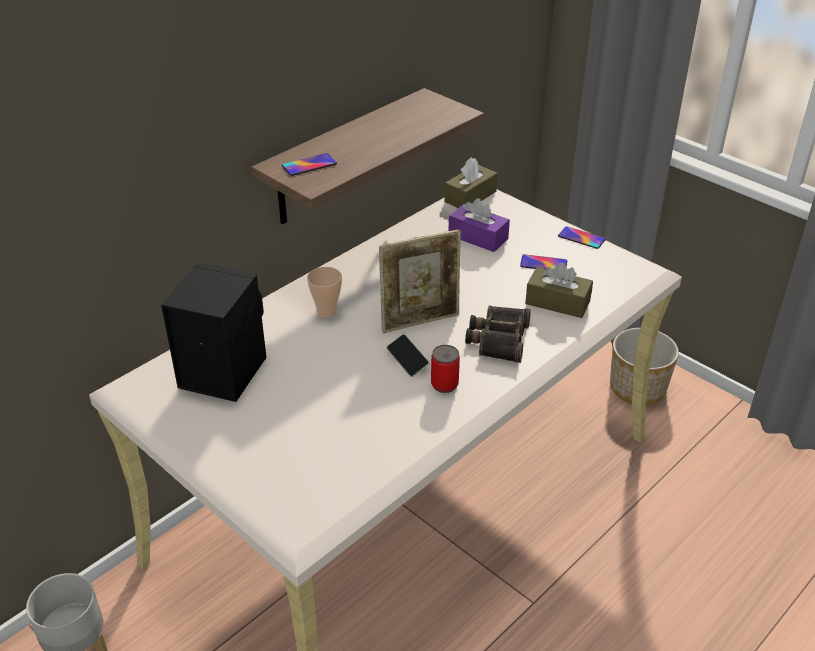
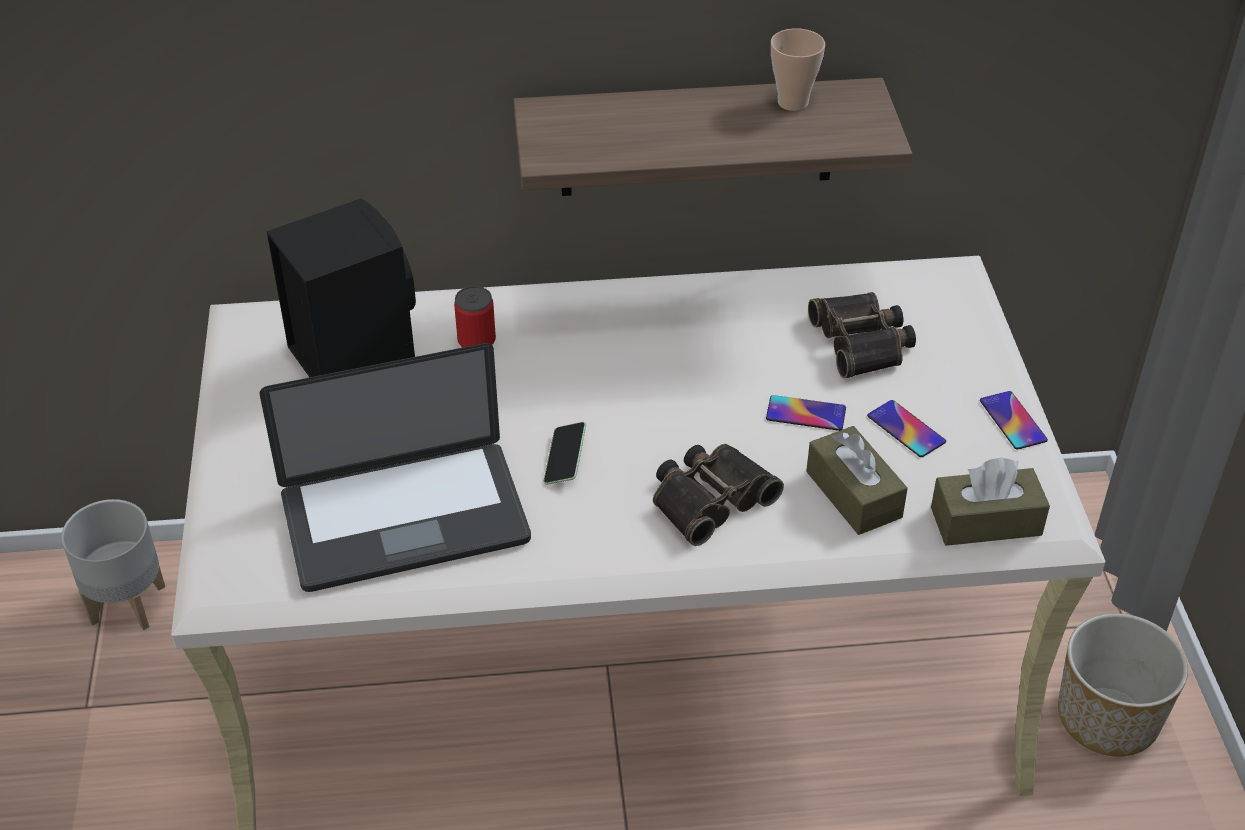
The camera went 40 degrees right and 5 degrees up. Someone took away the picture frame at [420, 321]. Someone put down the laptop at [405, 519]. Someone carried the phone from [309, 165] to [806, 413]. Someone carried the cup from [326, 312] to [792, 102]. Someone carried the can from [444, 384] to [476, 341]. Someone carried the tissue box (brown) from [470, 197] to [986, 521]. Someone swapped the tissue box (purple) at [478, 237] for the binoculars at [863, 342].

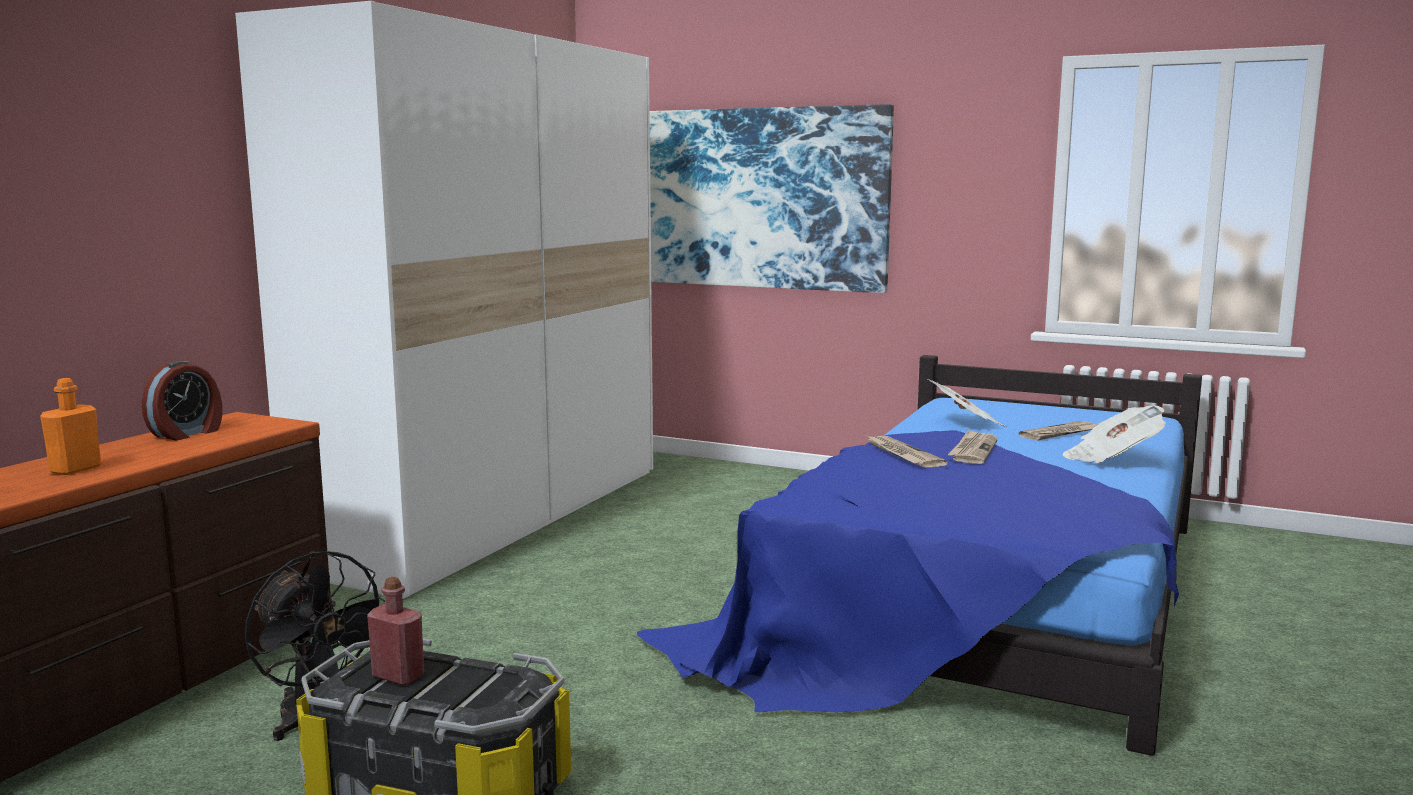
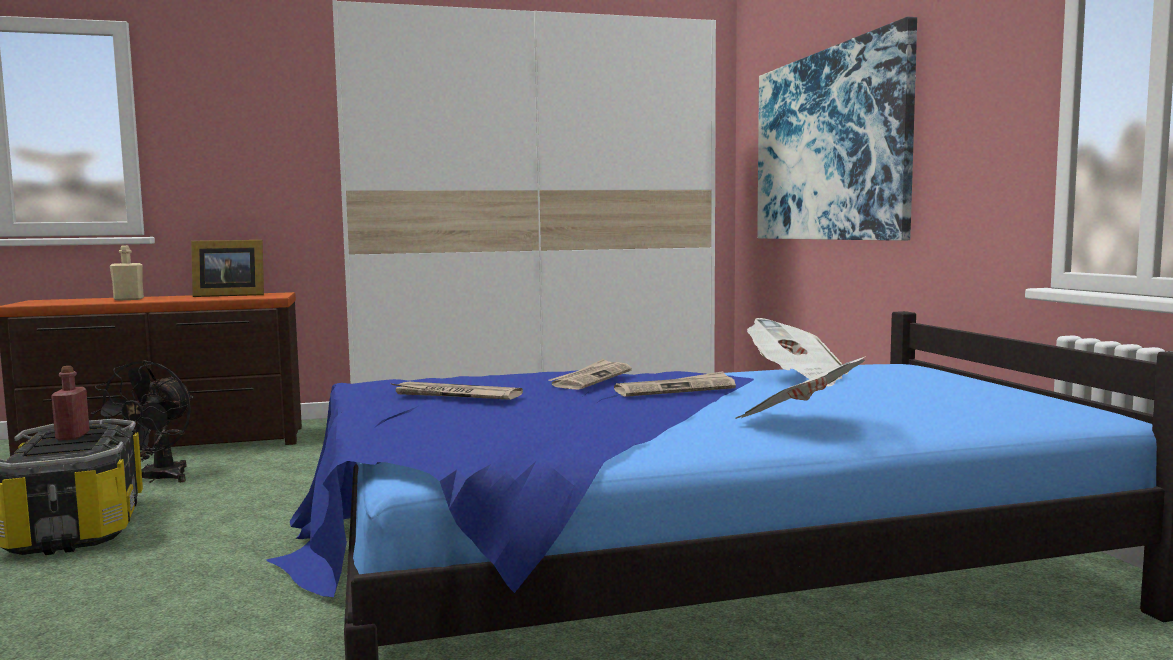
The camera went 50 degrees right and 5 degrees down. Someone carried the newspaper from [1060, 433] to [455, 395]. Someone swapped the alarm clock at [187, 433] for the picture frame at [228, 295]. Someone repainted the bottle (orange) at [75, 469], which became the bottle (beige) at [128, 299].

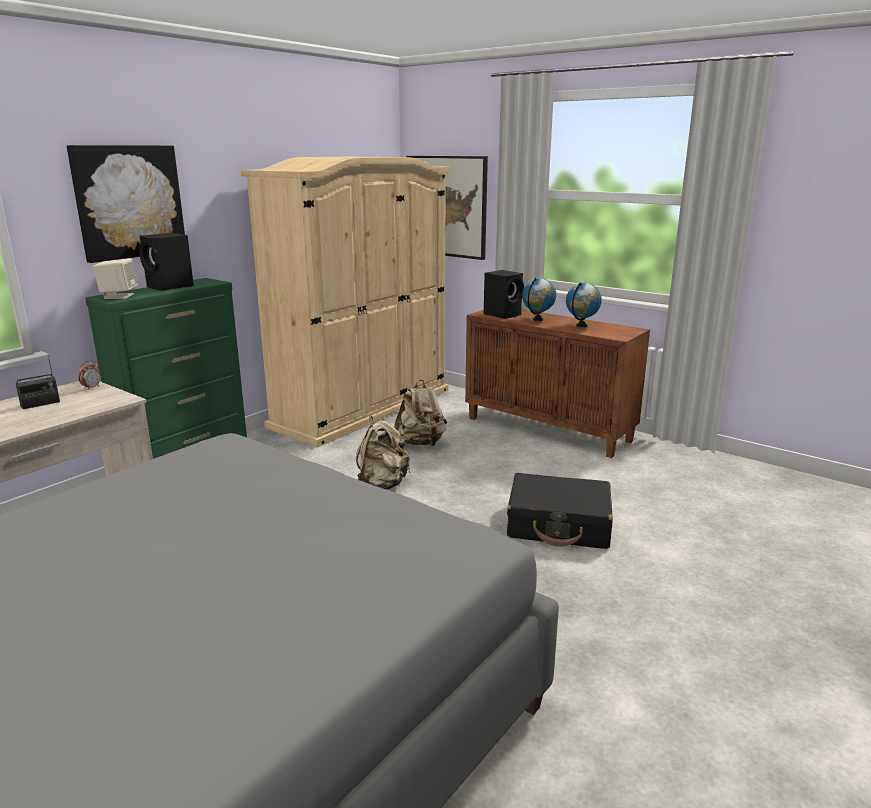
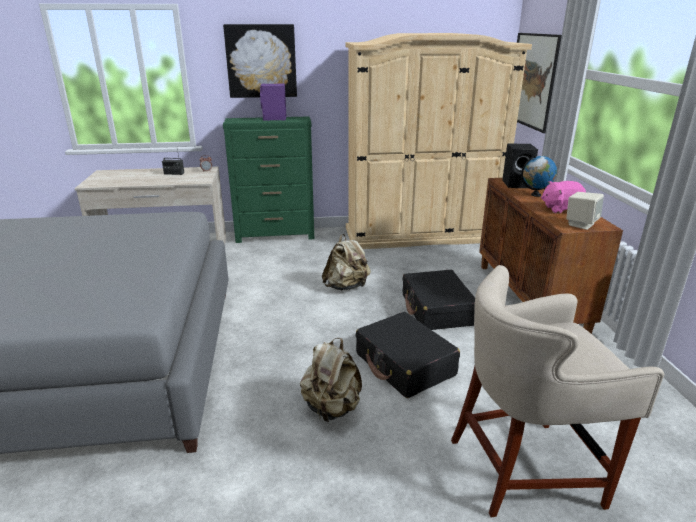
The camera went 45 degrees right and 5 degrees up. Someone put down the suitcase (black) at [437, 310]. Someone put down the stool (beige) at [525, 469]. Someone carried the speaker (beige) from [119, 296] to [580, 224]. Someone carried the backpack (beige) from [421, 443] to [332, 408]. Someone swapped the globe at [581, 325] for the plush toy (pink) at [561, 209]. Someone repainted the speaker (black) at [170, 287], which became the speaker (purple) at [274, 119].

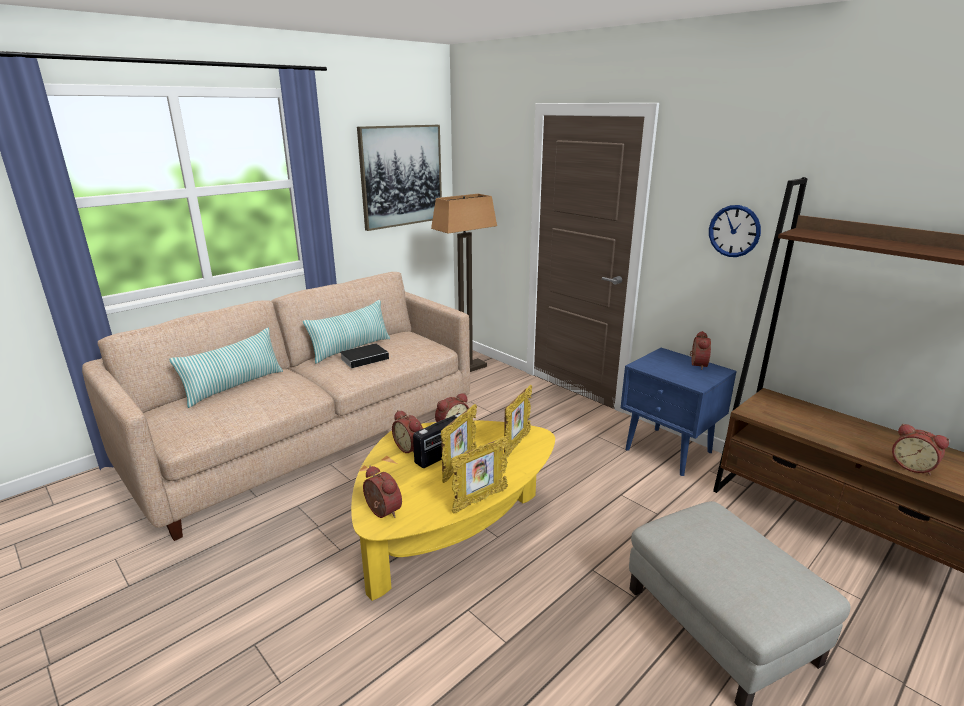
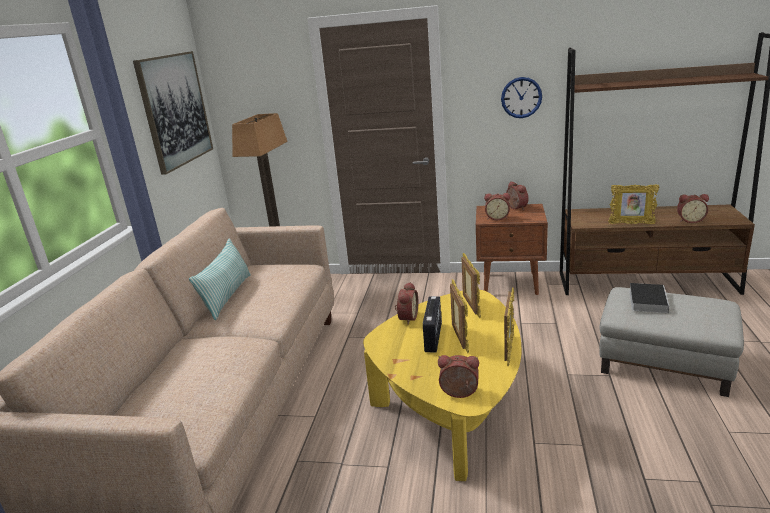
The camera went 35 degrees left and 0 degrees up. Someone took away the pillow at [234, 386]. Someone put down the picture frame at [631, 224]. Someone carried the book from [365, 358] to [647, 300]. Someone carried the alarm clock from [411, 448] to [497, 218]. Someone repainted the nightstand (blue) at [669, 451], which became the nightstand (brown) at [511, 284].

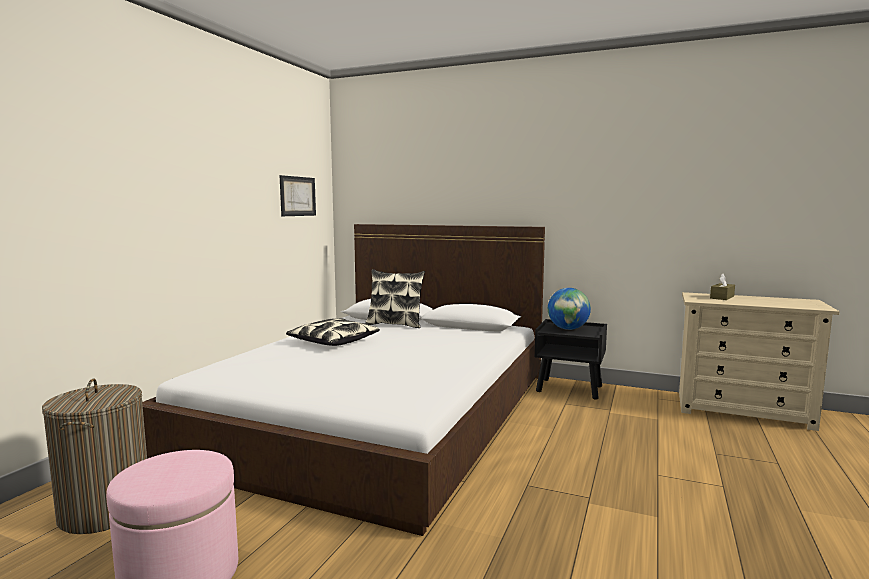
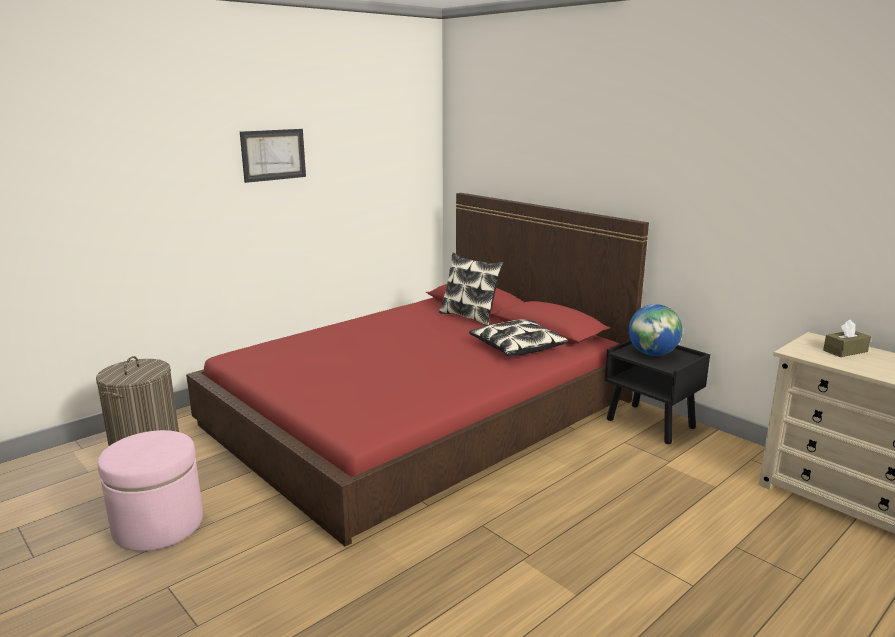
The camera went 25 degrees right and 10 degrees up. Someone carried the picture from [297, 196] to [273, 155]. Someone carried the pillow from [333, 341] to [516, 347]. Someone repainted the bed (white) at [382, 412], which became the bed (red) at [421, 412].

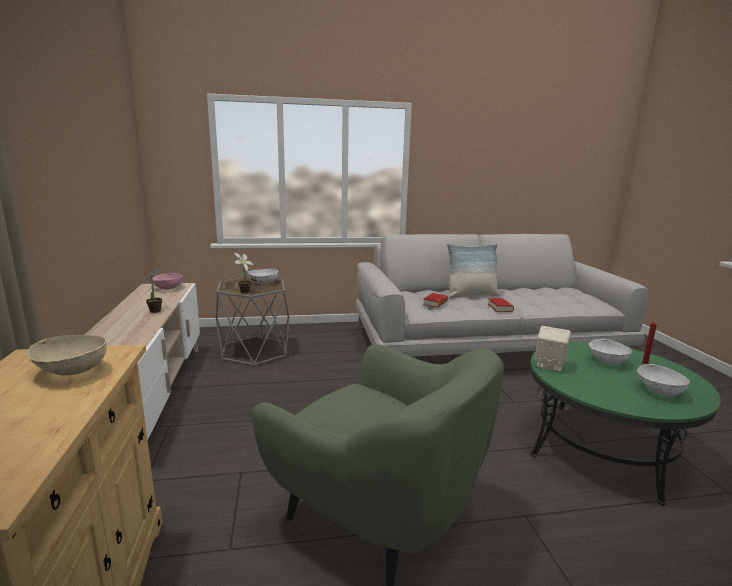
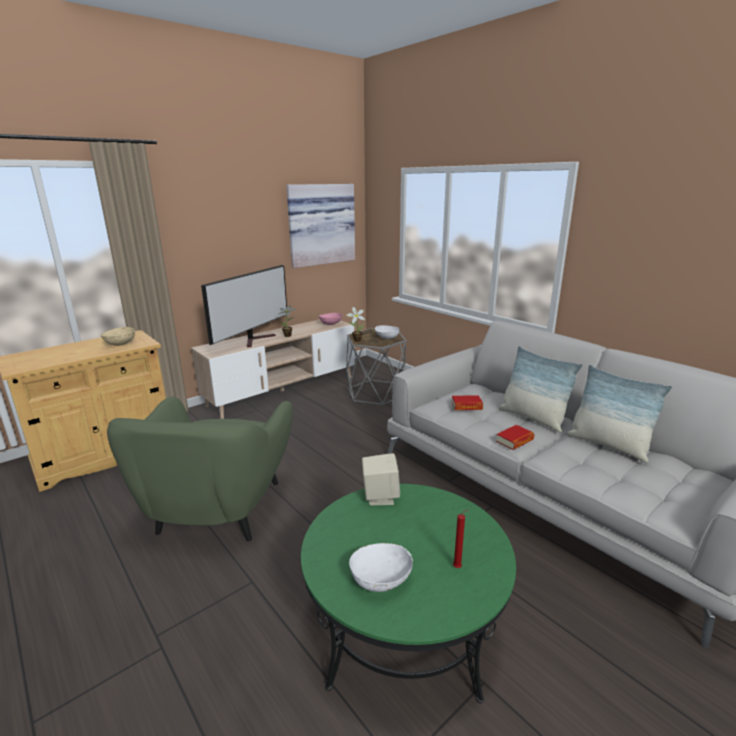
The camera went 60 degrees right and 5 degrees up. Someone took away the bowl (white) at [606, 361]. Someone put down the television at [256, 339]. Someone put up the picture at [320, 224]. Someone put down the pillow at [608, 445].

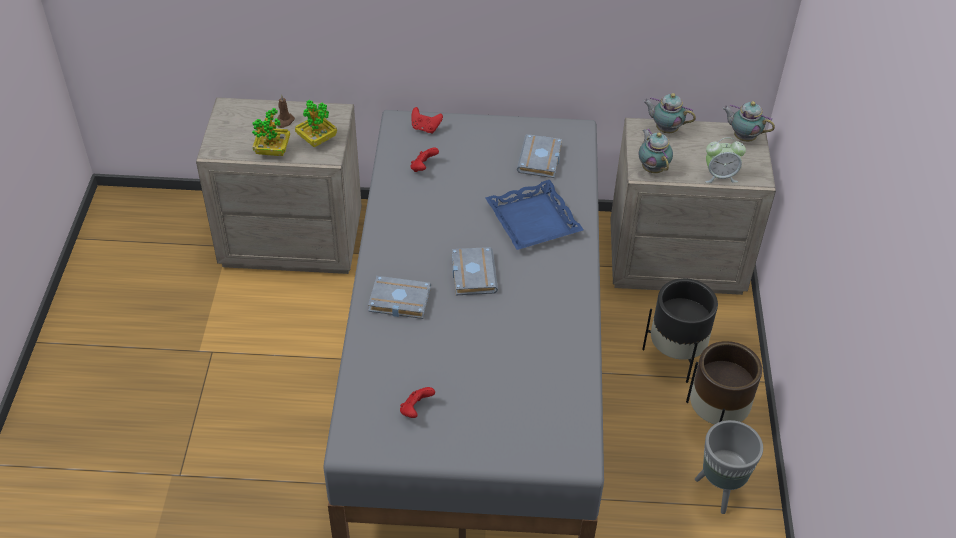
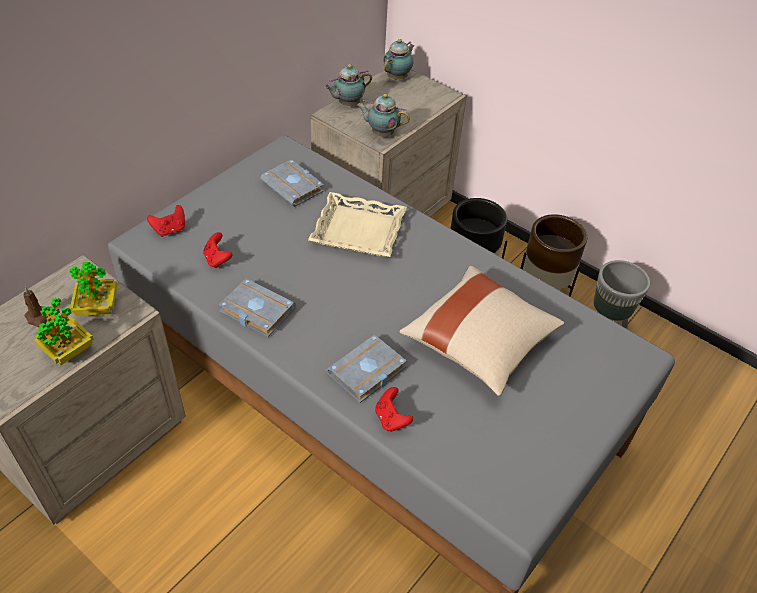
The camera went 55 degrees left and 0 degrees up. Someone took away the alarm clock at [720, 176]. Someone put down the pillow (beige) at [479, 343]. Someone carried the game controller (red) from [415, 410] to [391, 419]. Someone carried the book (grey) from [471, 274] to [255, 311]. Someone repainted the tray (blue) at [534, 221], which became the tray (beige) at [358, 230]. Someone rotated the teapot at [743, 137] by 150 degrees clockwise.

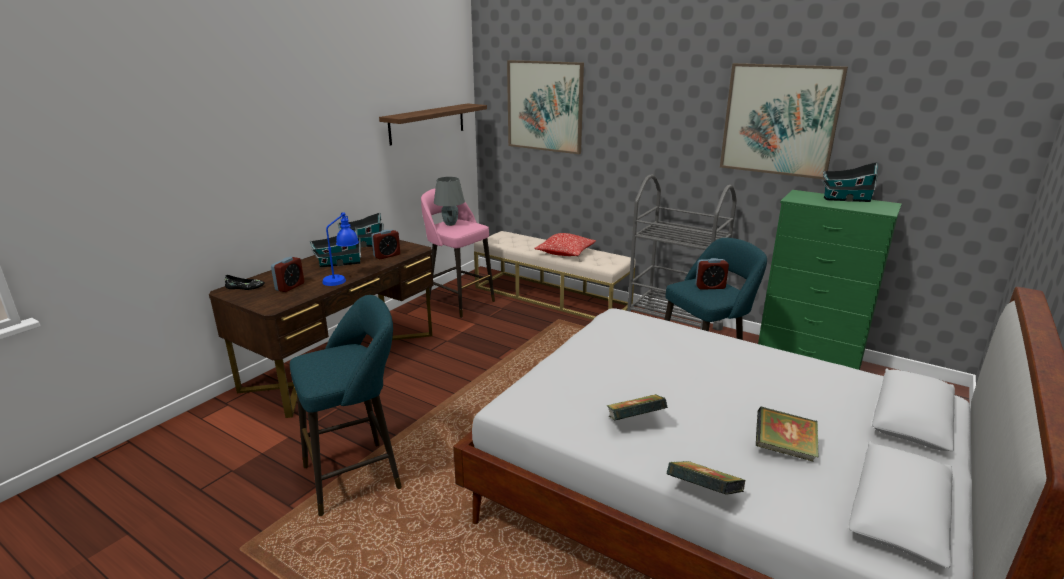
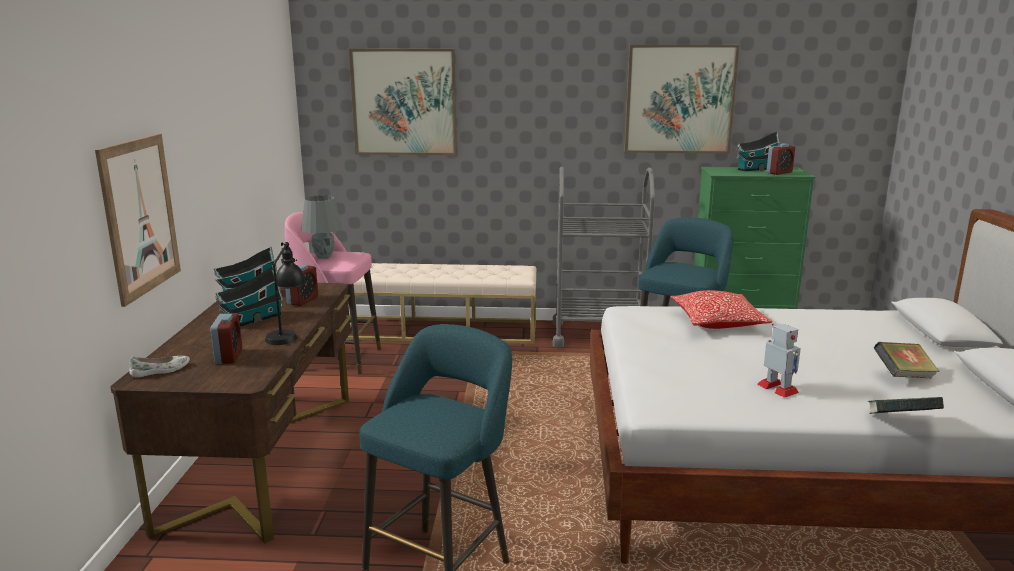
The camera went 30 degrees left and 5 degrees down. Someone took away the shelf at [427, 123]. Someone put up the picture at [140, 216]. Someone carried the pillow from [565, 253] to [717, 322]. Someone carried the alarm clock from [710, 287] to [779, 173]. Someone swapped the book at [634, 422] for the toy robot at [778, 388]. Someone repainted the shoe (black) at [245, 287], which became the shoe (white) at [161, 371]. Someone repainted the table lamp (blue) at [343, 278], which became the table lamp (black) at [287, 334].

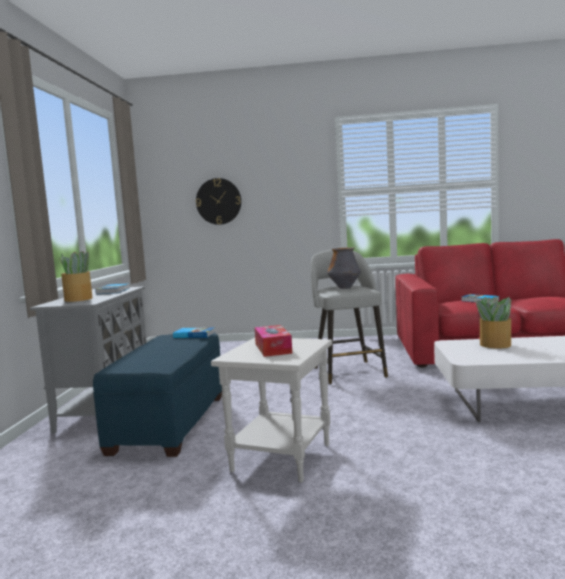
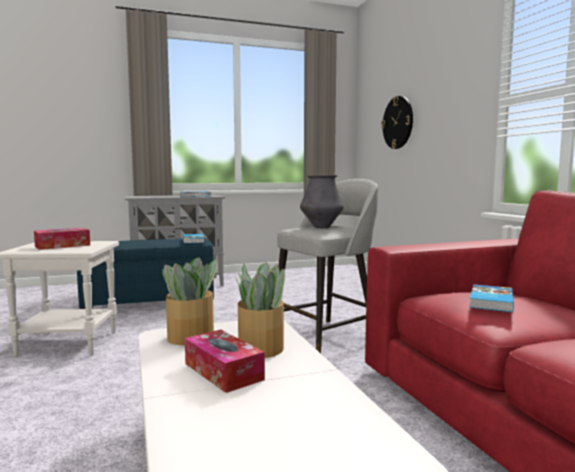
The camera went 65 degrees right and 0 degrees up. Someone put down the tissue box at [223, 371]. Someone carried the potted plant from [78, 299] to [192, 336].

